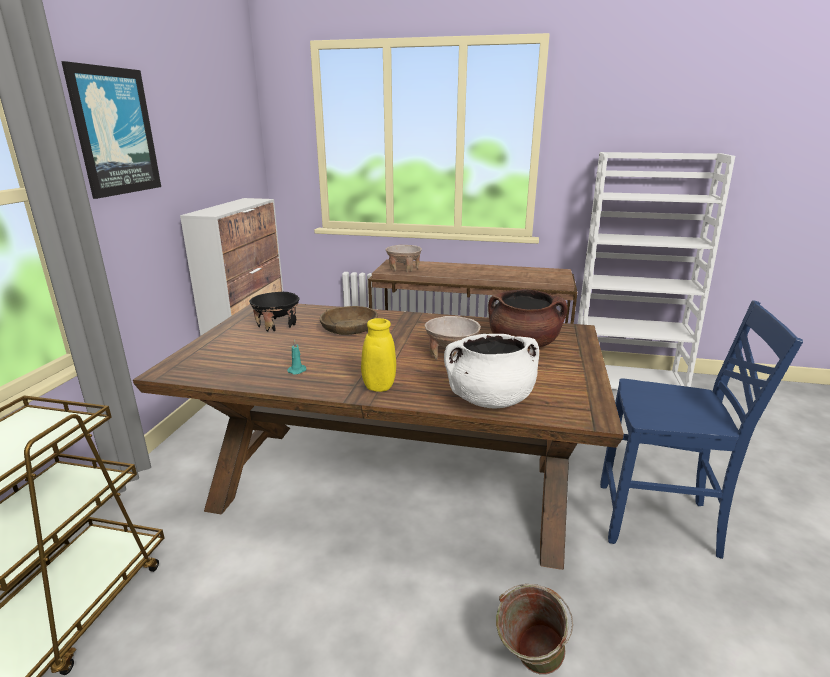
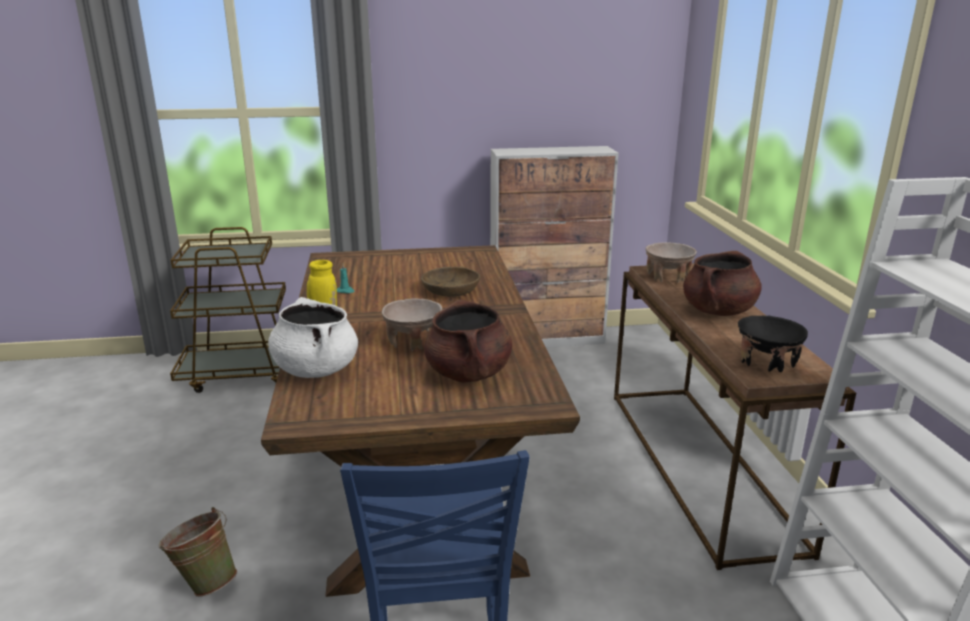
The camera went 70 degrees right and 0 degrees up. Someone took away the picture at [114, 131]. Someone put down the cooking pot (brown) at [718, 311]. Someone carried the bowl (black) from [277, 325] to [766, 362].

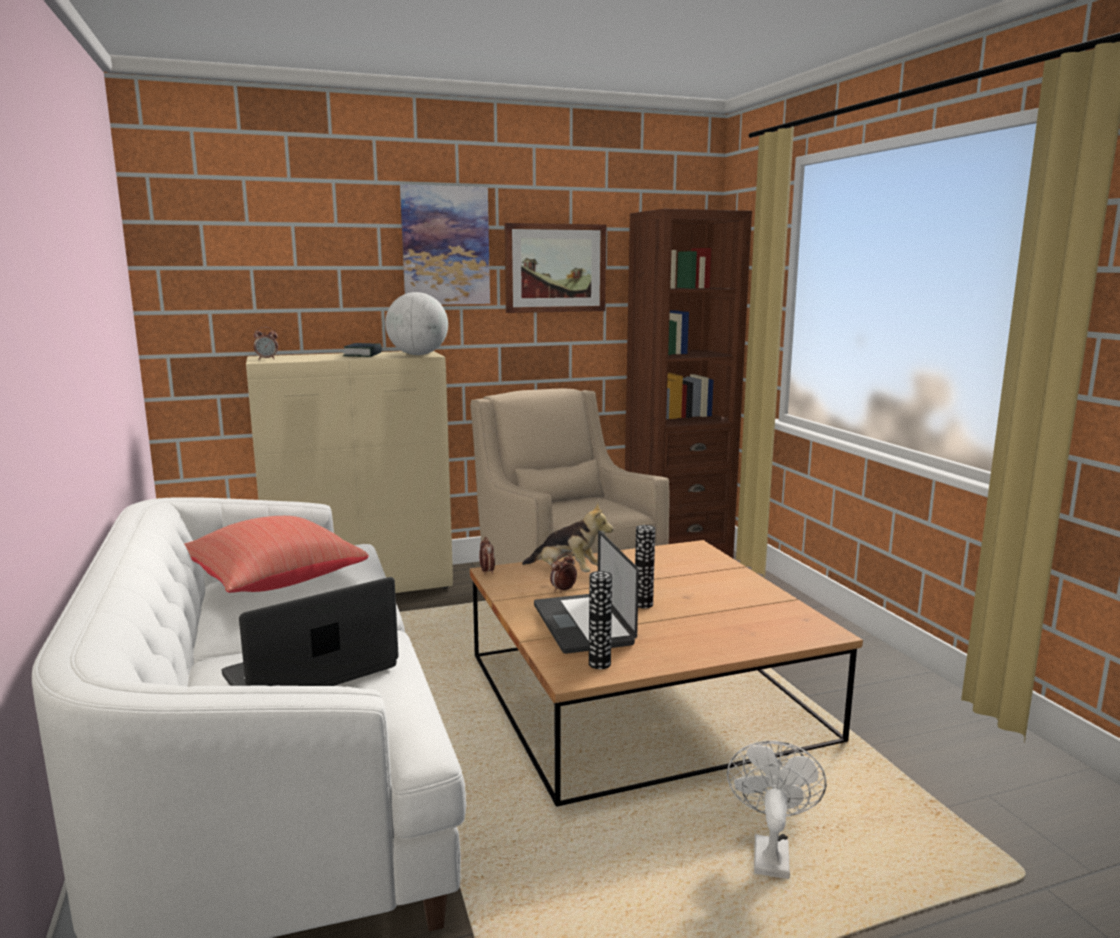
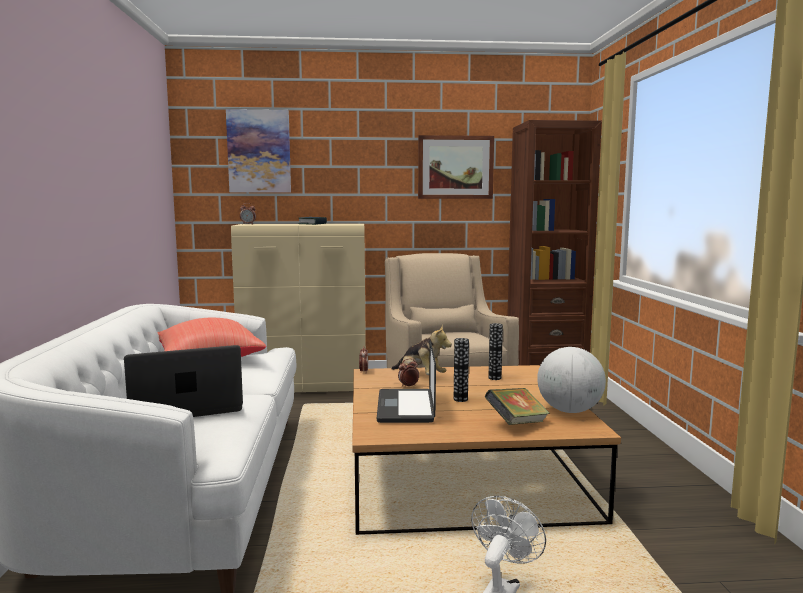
The camera went 15 degrees right and 5 degrees down. Someone put down the book at [516, 423]. Someone carried the globe from [418, 355] to [569, 411]. Someone carried the picture from [445, 246] to [259, 151]. Someone carried the vase from [599, 664] to [494, 378].

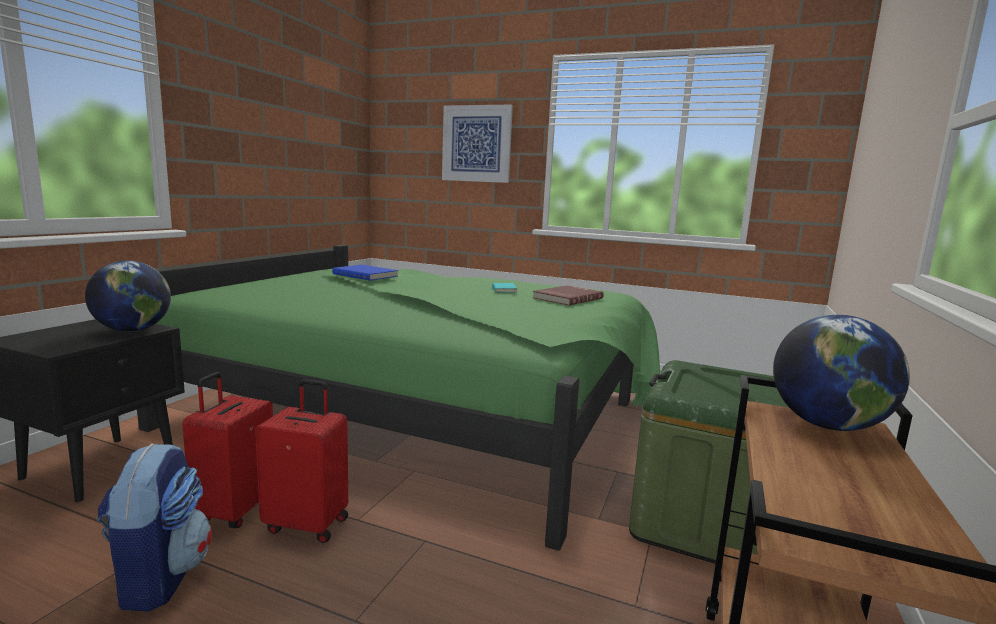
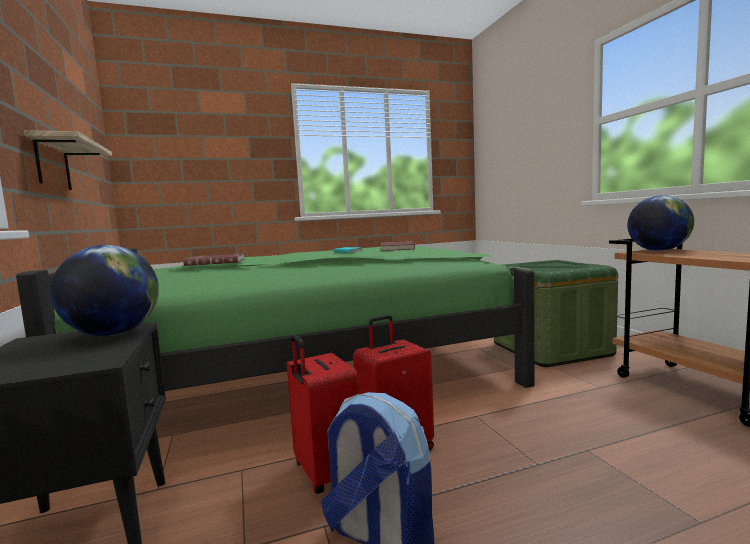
The camera went 40 degrees left and 5 degrees down. Someone took away the picture at [476, 144]. Someone put up the shelf at [52, 164]. Someone repainted the book (blue) at [366, 275], which became the book (red) at [216, 262].

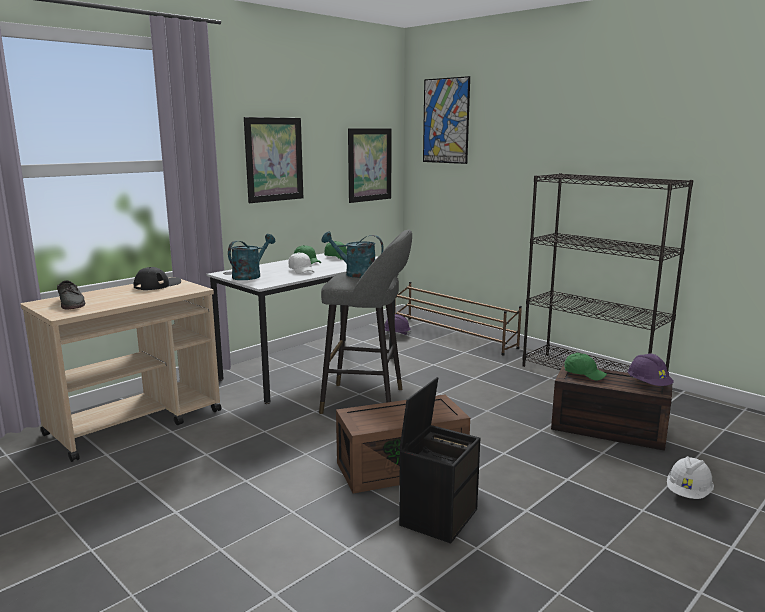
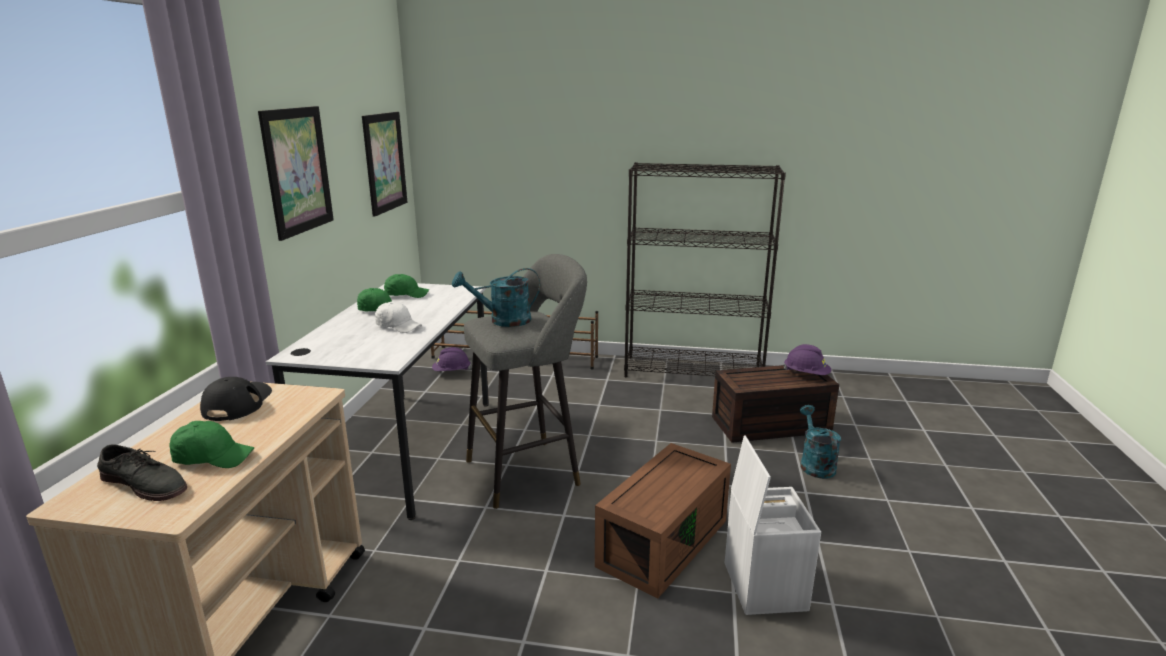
The camera went 35 degrees left and 5 degrees up. Someone took away the picture at [446, 121]. Someone took away the hard hat (white) at [688, 493]. Someone carried the watering can (turquoise) from [250, 275] to [815, 464]. Someone carried the cap (green) from [584, 374] to [213, 457]. Someone repainted the storage box (black) at [438, 516], which became the storage box (white) at [763, 585].

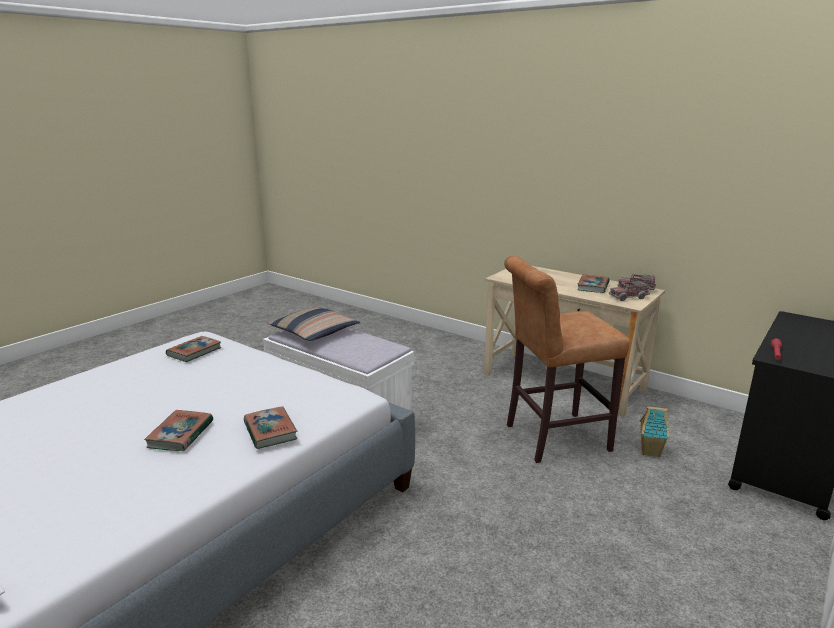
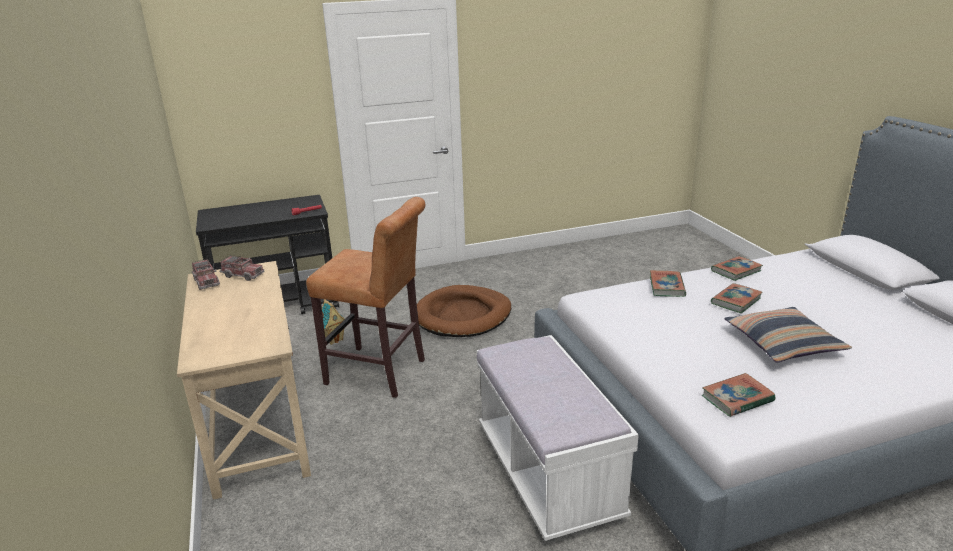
The camera went 145 degrees left and 5 degrees up. Someone put down the dog bed (brown) at [463, 315]. Someone carried the pillow from [314, 332] to [783, 344]. Someone carried the book from [593, 286] to [736, 271].

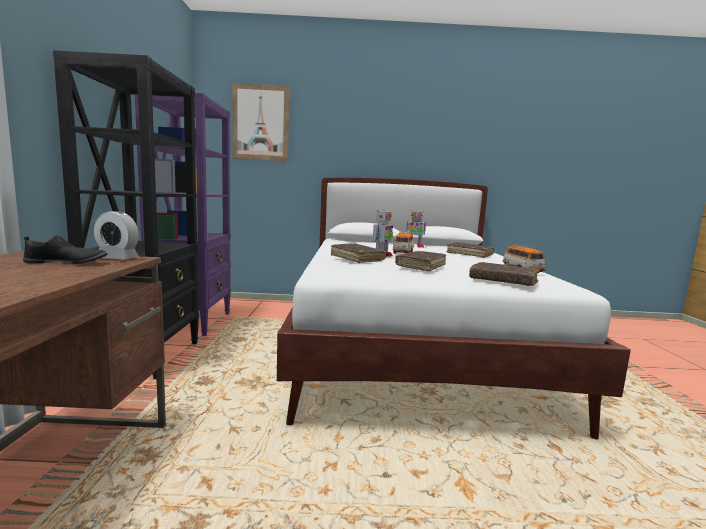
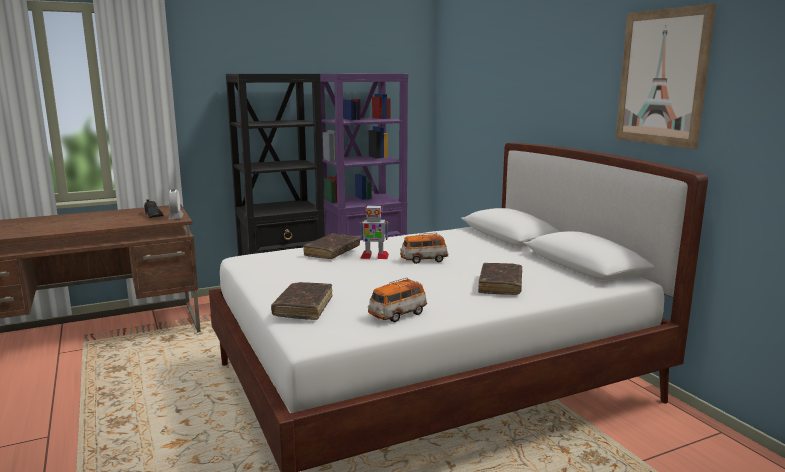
The camera went 65 degrees right and 5 degrees up. Someone took away the book (brown) at [421, 266]. Someone took away the toy robot at [414, 246]. Someone carried the picture from [260, 123] to [662, 78].

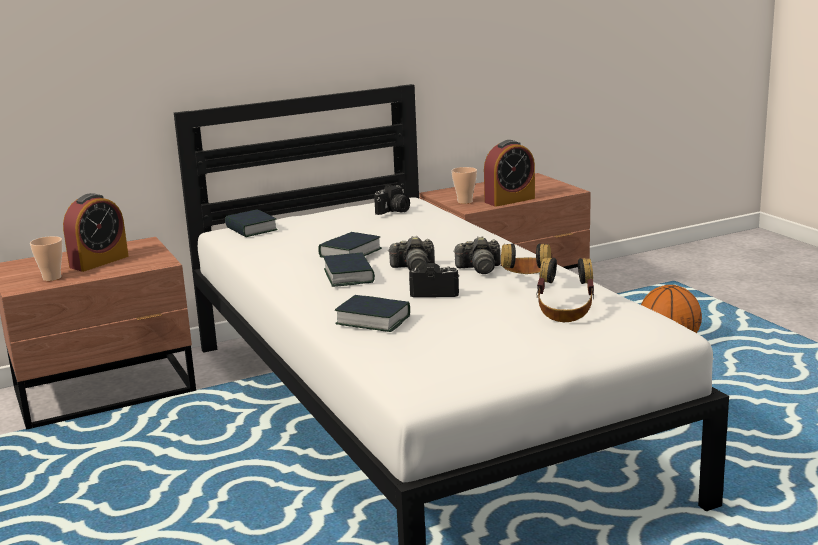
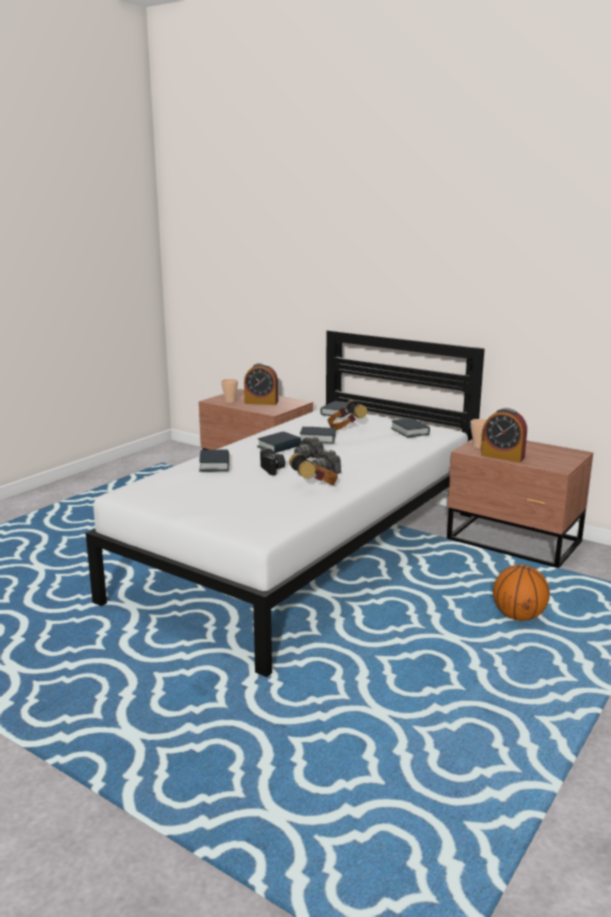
The camera went 60 degrees right and 0 degrees up. Someone carried the headphones from [565, 312] to [345, 428]. Someone swapped the photo camera at [394, 211] for the book at [409, 431].

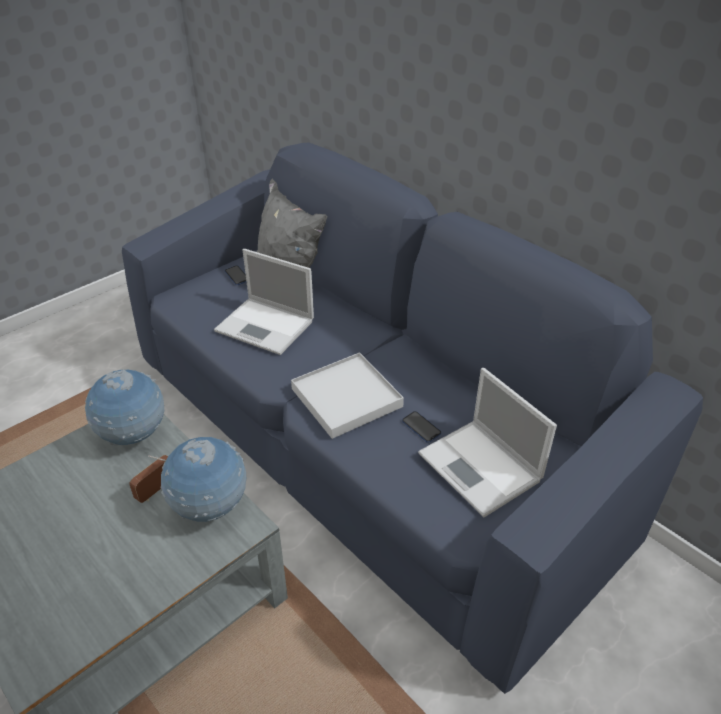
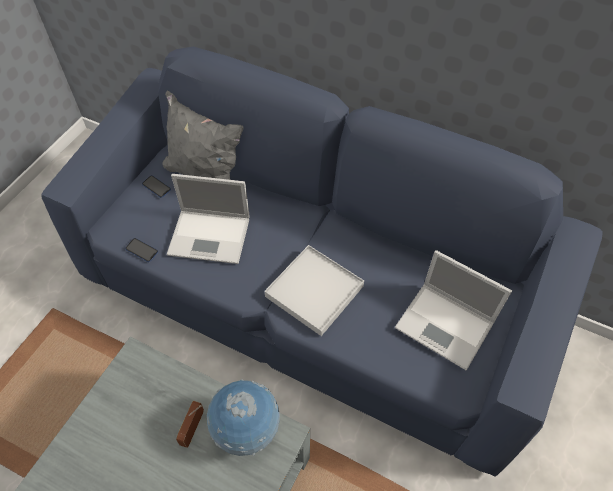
The camera went 20 degrees left and 15 degrees up. Someone took away the globe at [134, 436]. Someone carried the phone from [421, 427] to [142, 250].

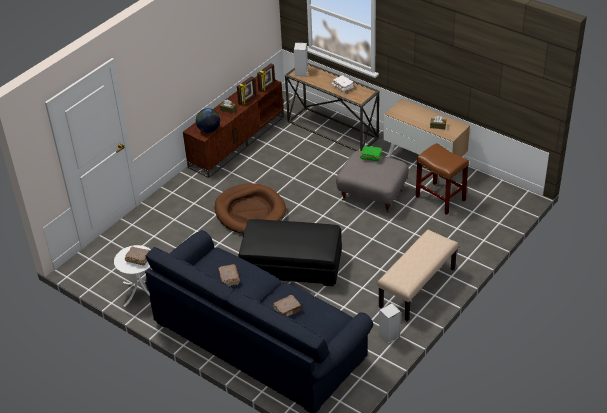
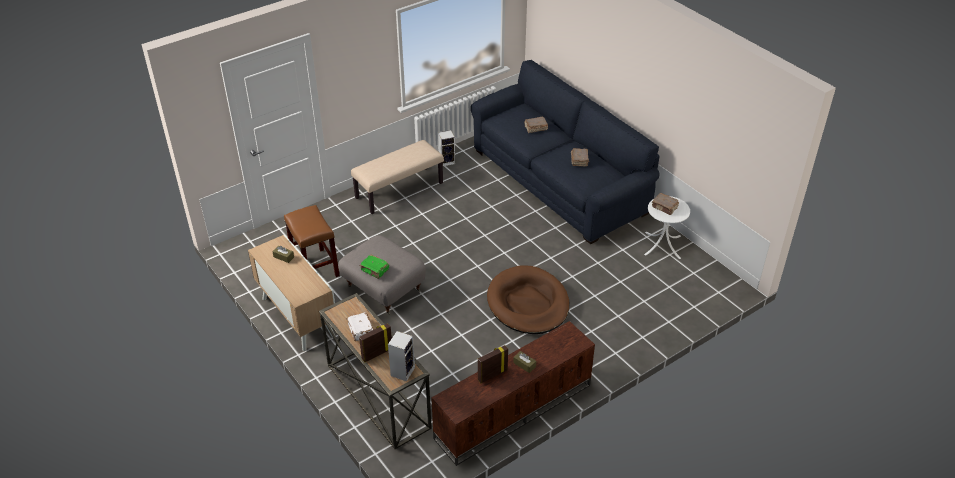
The camera went 165 degrees left and 0 degrees up. Someone took away the globe at [208, 130]. Someone took away the ottoman (black) at [291, 265]. Someone carried the picture frame from [267, 87] to [376, 353].

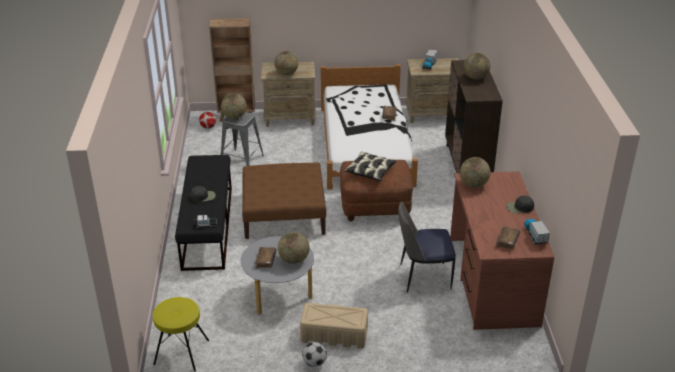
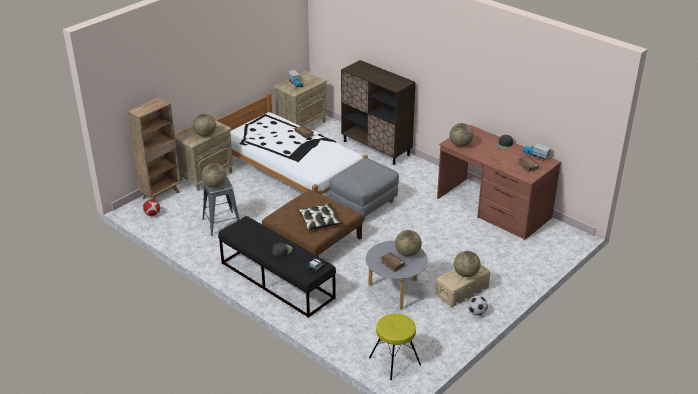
The camera went 45 degrees left and 0 degrees up. Someone took away the chair at [423, 277]. Someone carried the pillow from [370, 171] to [319, 221]. Someone carried the globe from [475, 78] to [466, 274]. Someone repainted the ottoman (brown) at [375, 207], which became the ottoman (grey) at [364, 204].

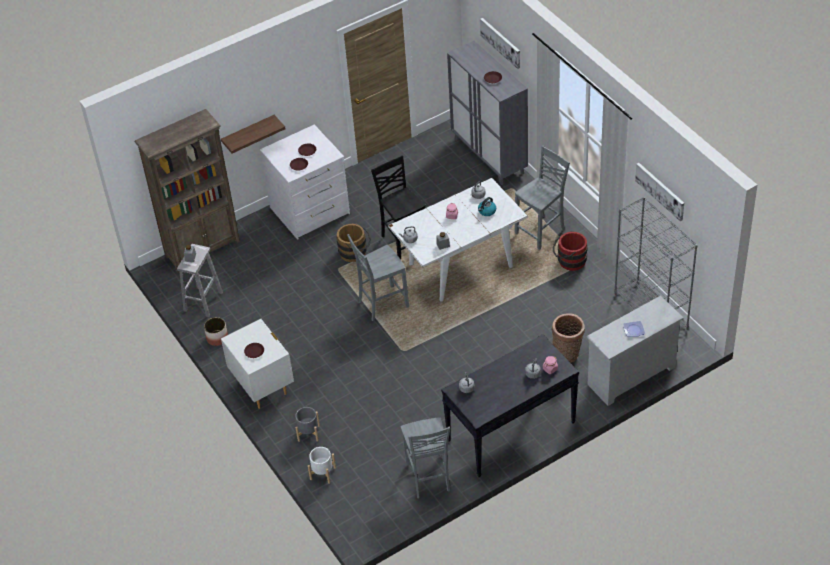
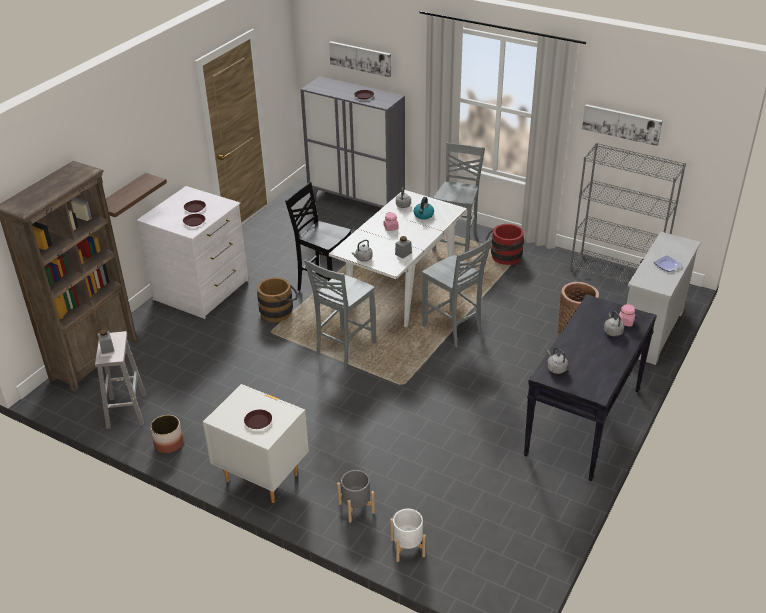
The camera went 30 degrees left and 10 degrees down. Someone carried the chair (grey) from [428, 478] to [453, 330].

